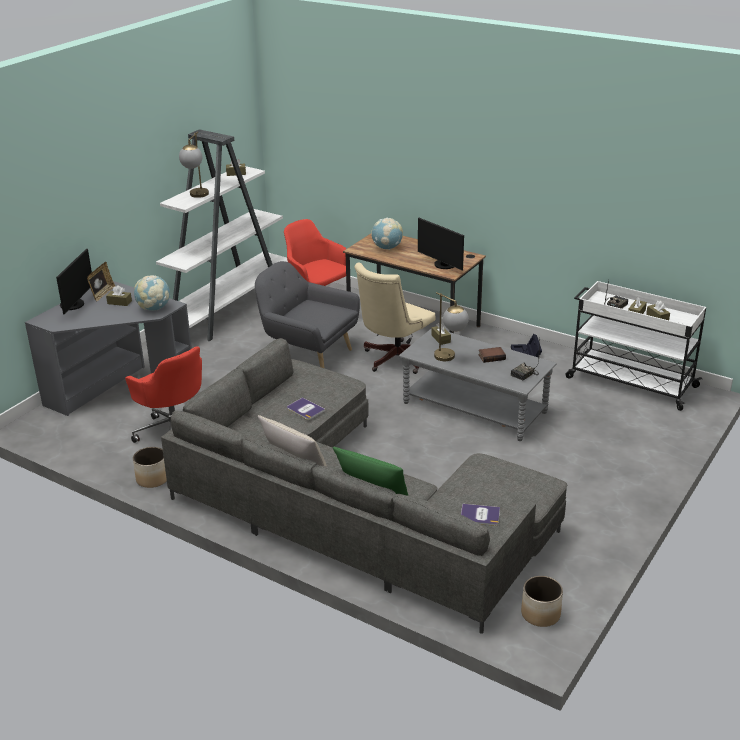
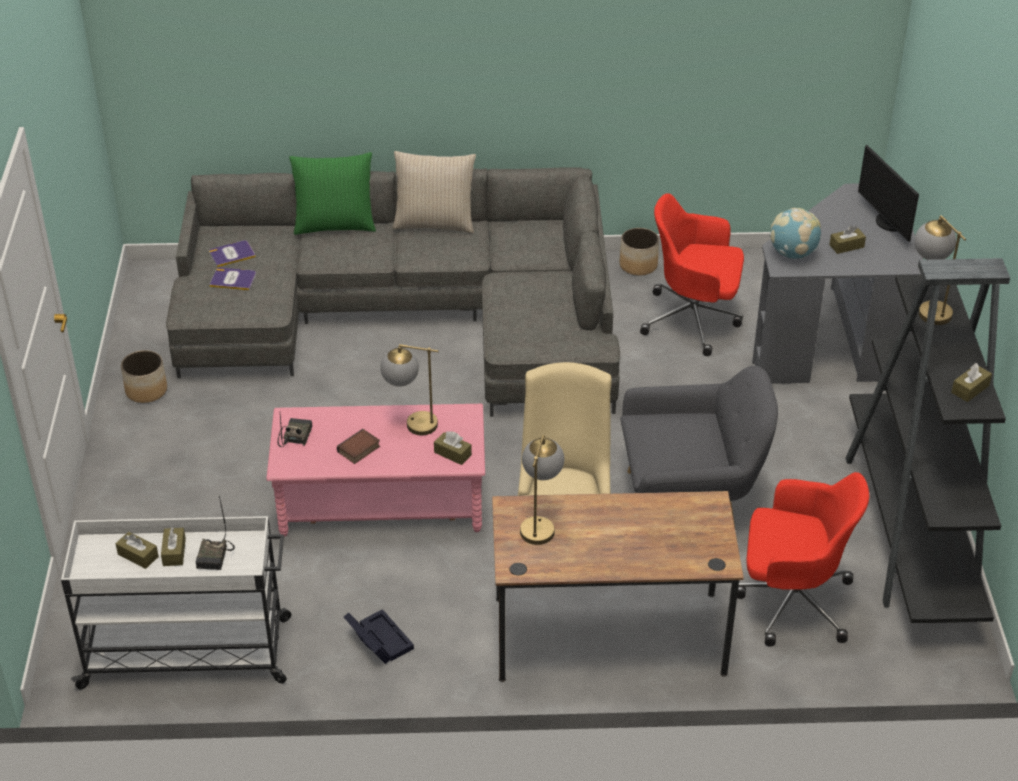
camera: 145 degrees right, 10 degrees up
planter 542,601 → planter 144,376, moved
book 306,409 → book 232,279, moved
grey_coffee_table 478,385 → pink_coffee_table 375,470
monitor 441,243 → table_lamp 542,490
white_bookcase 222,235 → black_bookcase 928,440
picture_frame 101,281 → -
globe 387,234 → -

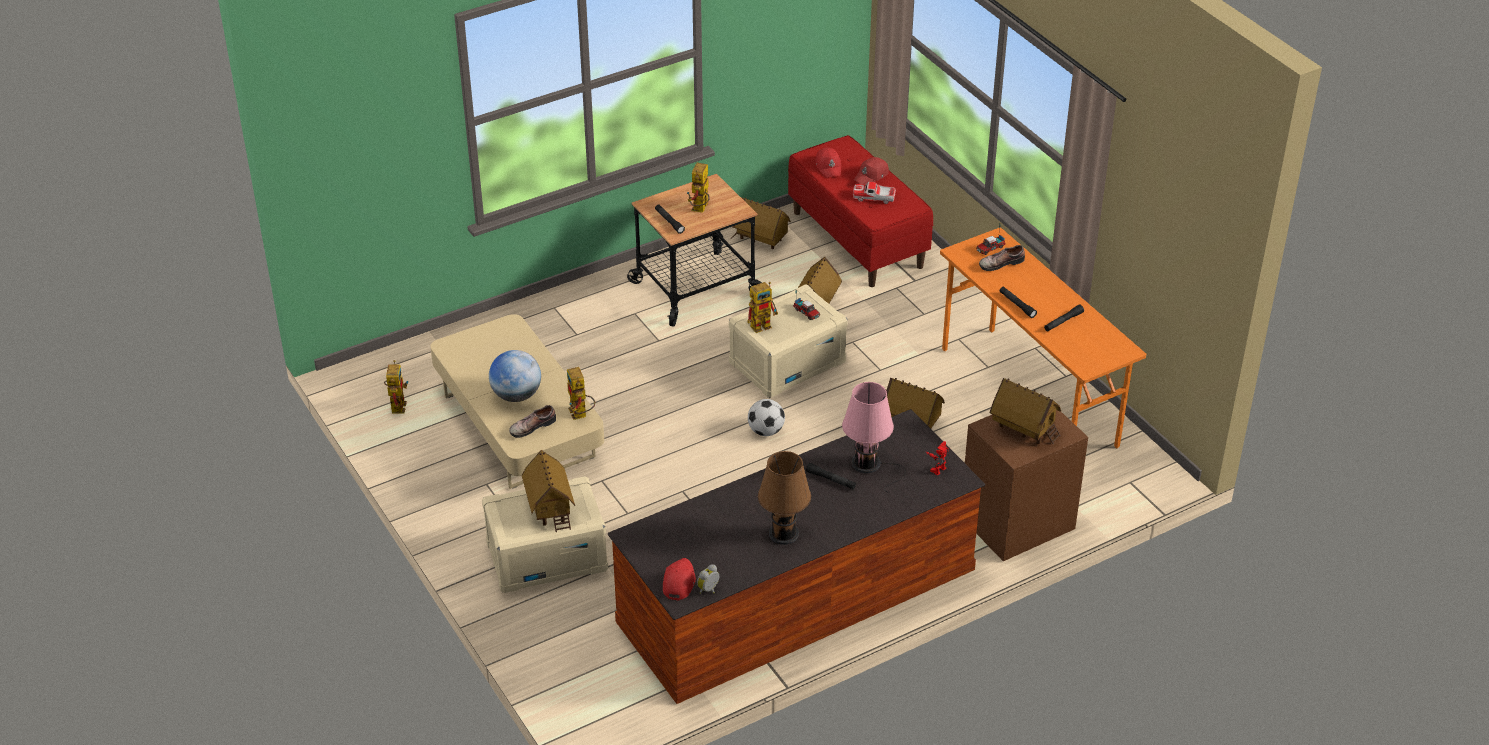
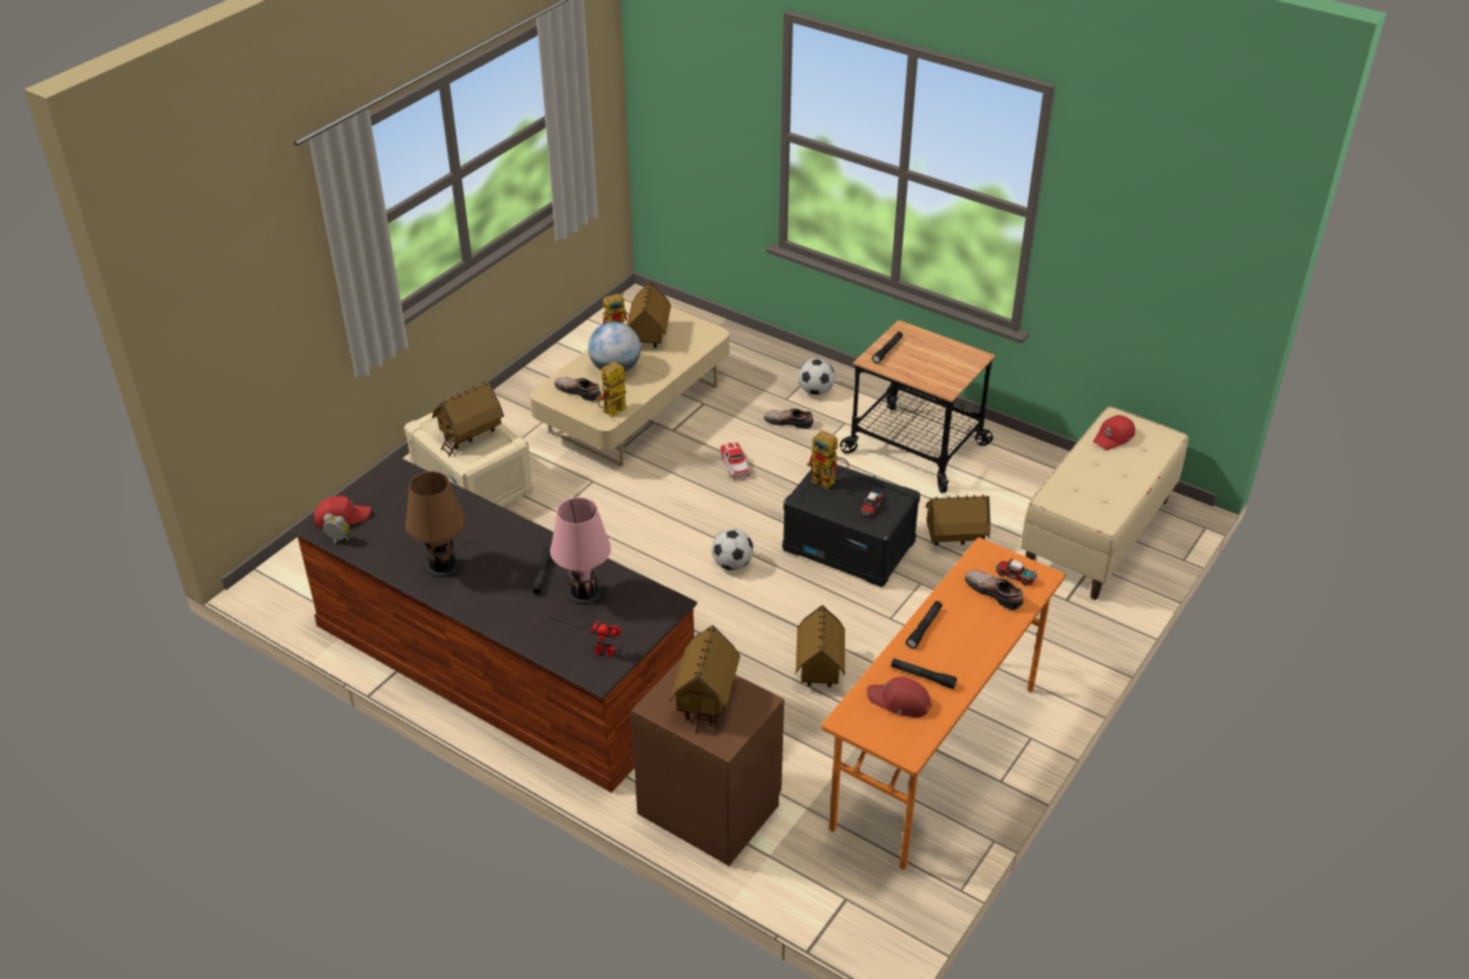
camera: 65 degrees right, 0 degrees up
toy_house 761,223 → toy_house 649,314, moved
toy_car 874,193 → toy_car 735,461, moved
- → shoe 788,418
beige_storage_box 788,341 → black_storage_box 851,526
- → football 816,376
red_cap 871,170 → red_cap 899,697, moved
red_bench 860,211 → beige_bench 1104,503
toy_robot 698,188 → -

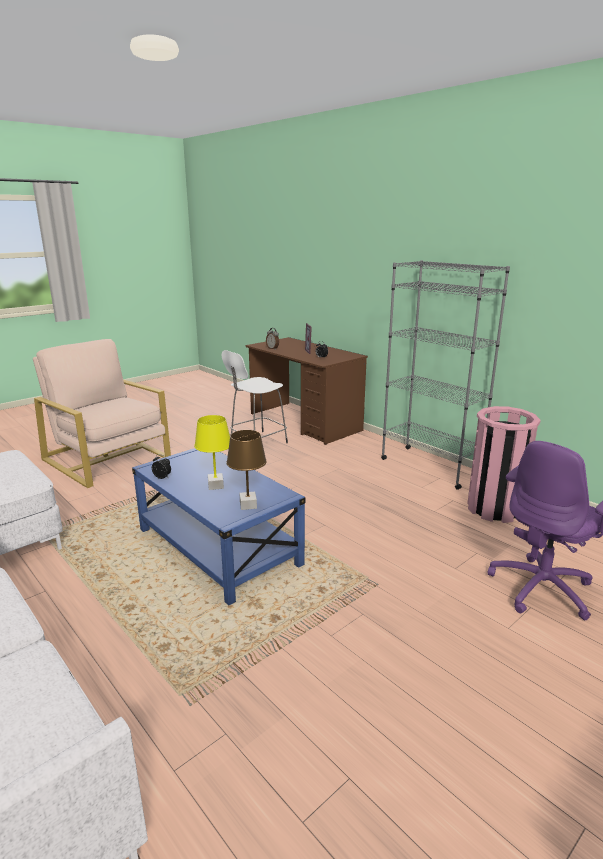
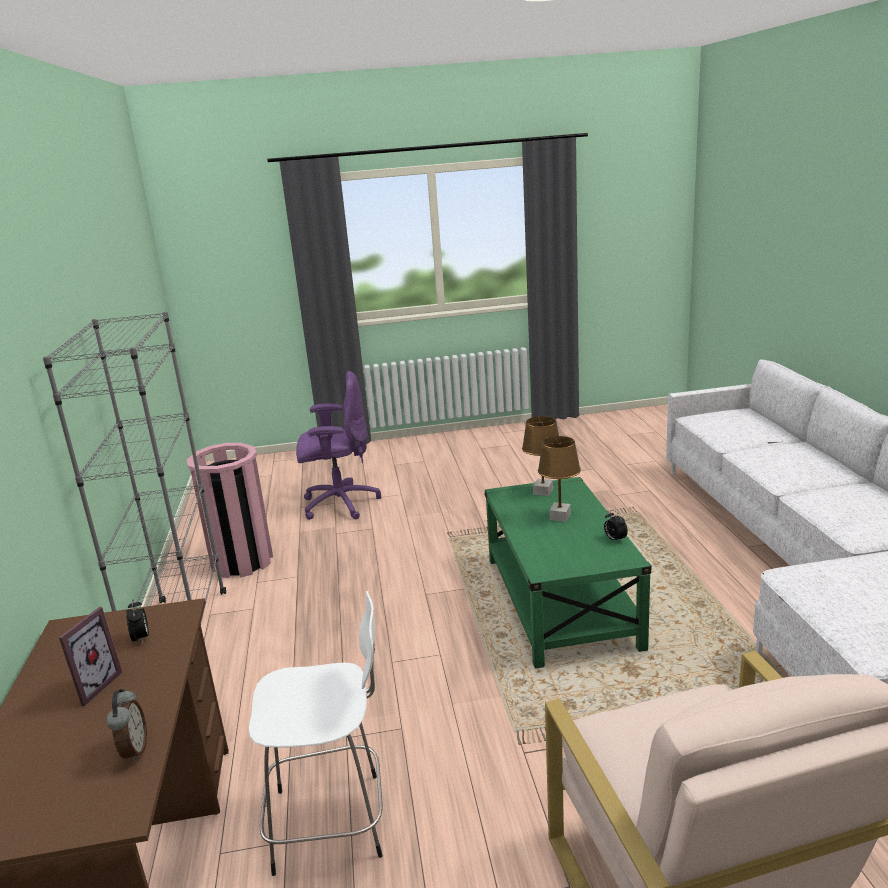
camera: 145 degrees left, 0 degrees up
blue_coffee_table 218,526 → green_coffee_table 567,573
yellow_table_lamp 212,452 → brown_table_lamp 559,479

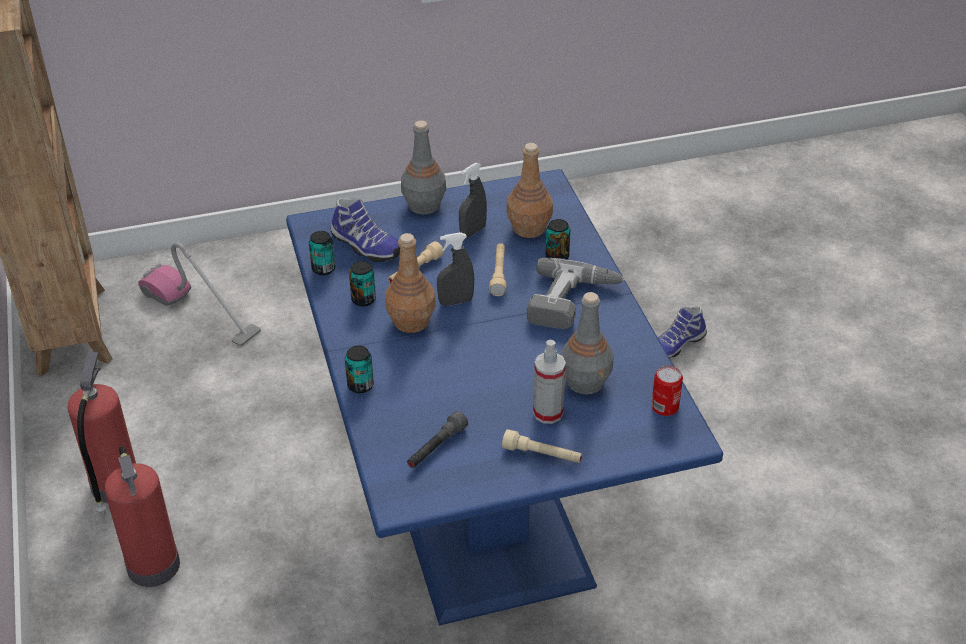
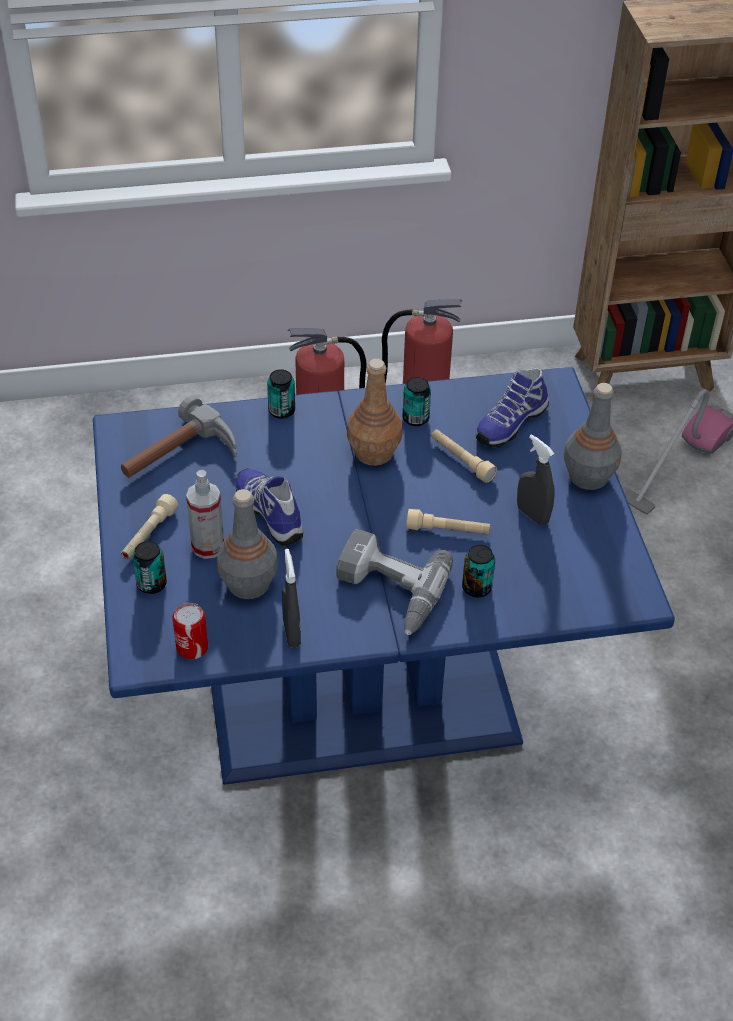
camera: 95 degrees right, 5 degrees up
grey_flashlight 437,439 → hammer 179,437
can 322,253 → can 150,567, moved
shoe 682,332 → shoe 269,507, moved
grey_spray_bottle 455,269 → grey_spray_bottle 291,598, moved
brown_bottle 529,190 → -

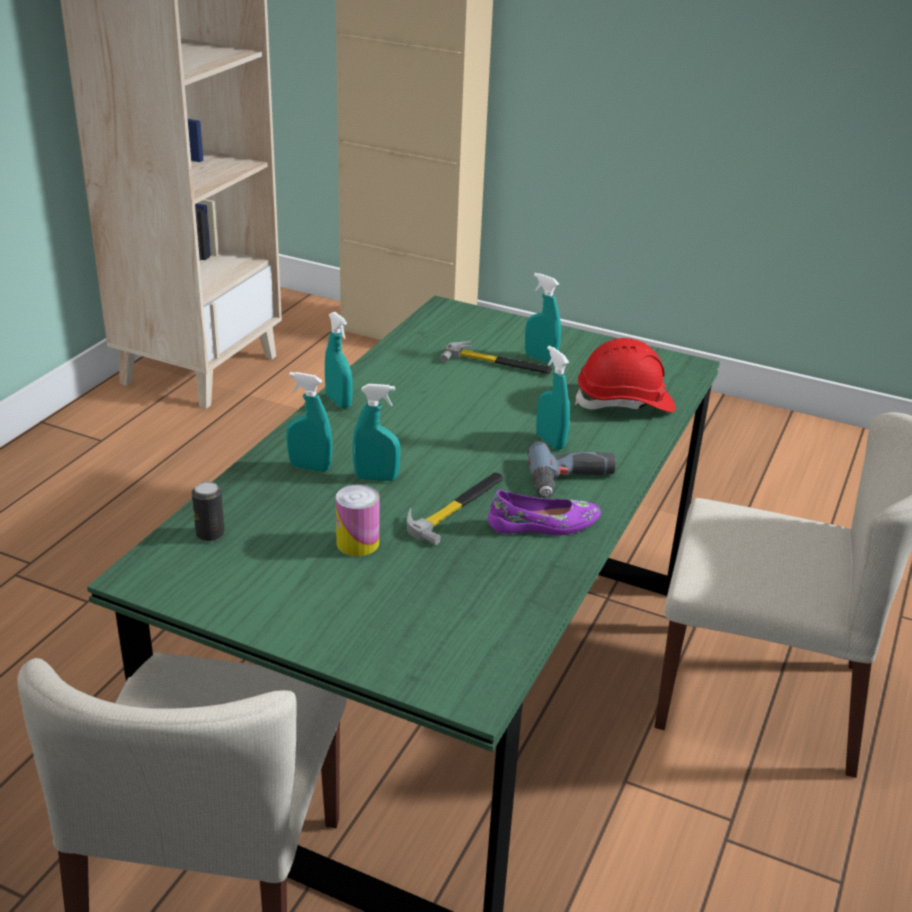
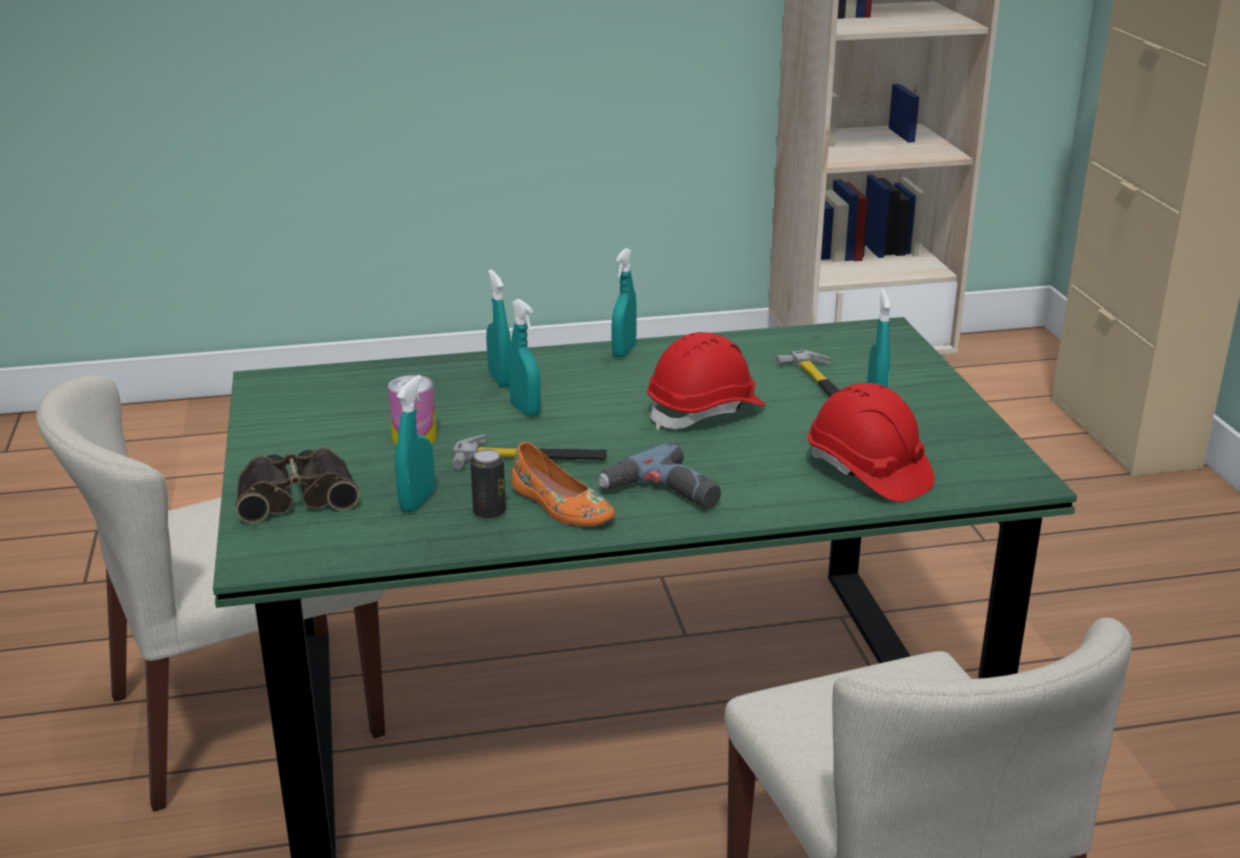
camera: 55 degrees right, 5 degrees down
- → binoculars 297,485
turquoise_spray_bottle 553,398 → turquoise_spray_bottle 415,443, moved
can 208,511 → can 488,484, moved
purple_shoe 544,513 → orange_shoe 563,484
- → red_hard_hat 706,381

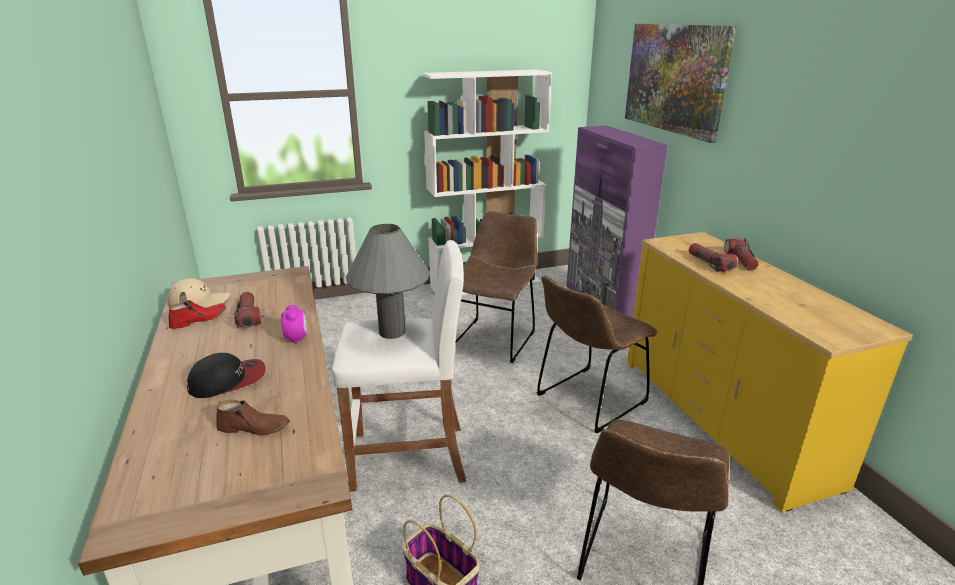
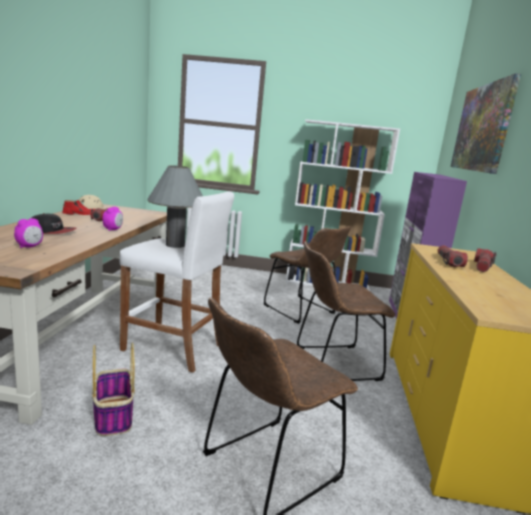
camera: 25 degrees right, 10 degrees down
brown_shoe 253,417 → alarm_clock 28,233
brown_chair 496,287 → brown_chair 307,275, 90 degrees clockwise

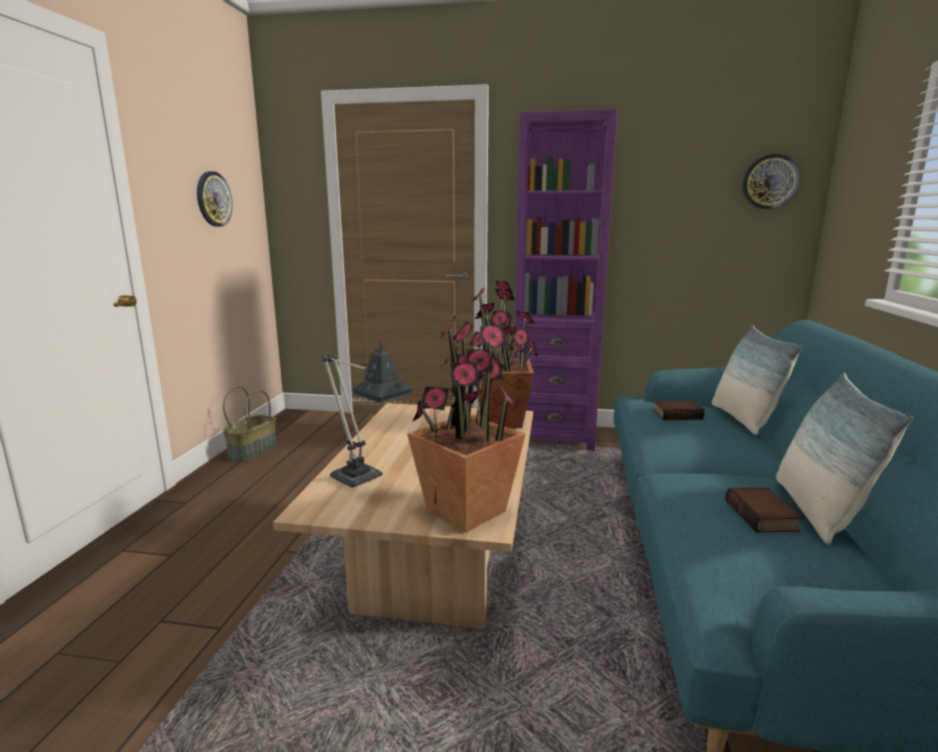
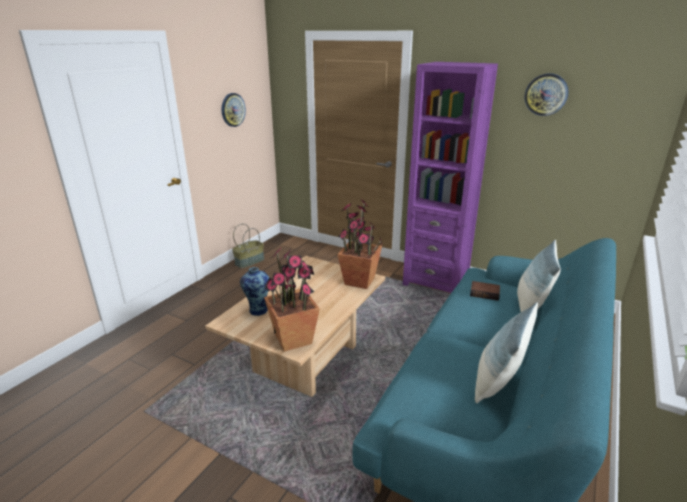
camera: 20 degrees right, 10 degrees up
table_lamp 367,413 → vase 255,291
wall_clock 771,181 → wall_clock 547,94, moved
book 764,510 → -

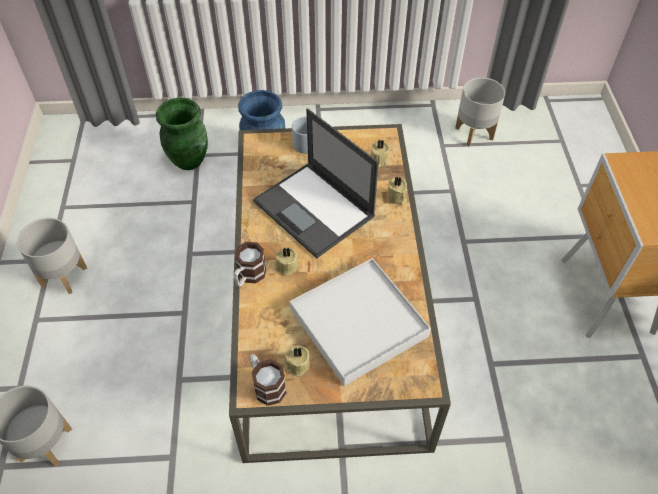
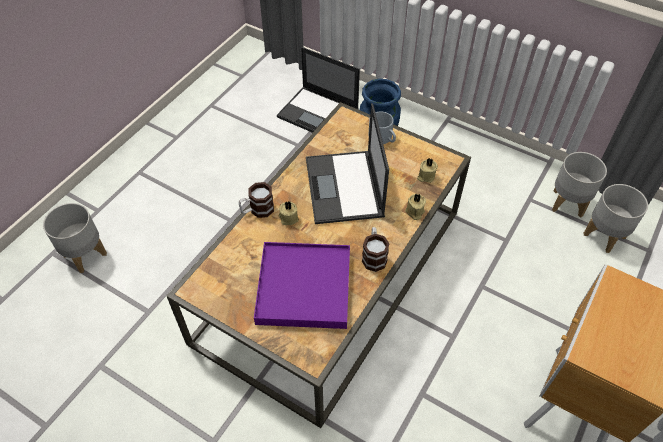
camera: 35 degrees right, 0 degrees up
white_tray 360,322 → purple_tray 302,285
green_vase 182,134 → laptop 318,90
mug 268,380 → mug 375,249, moved
grey_planter 52,256 → grey_planter 615,218, moved
beige_candle 297,361 → -

